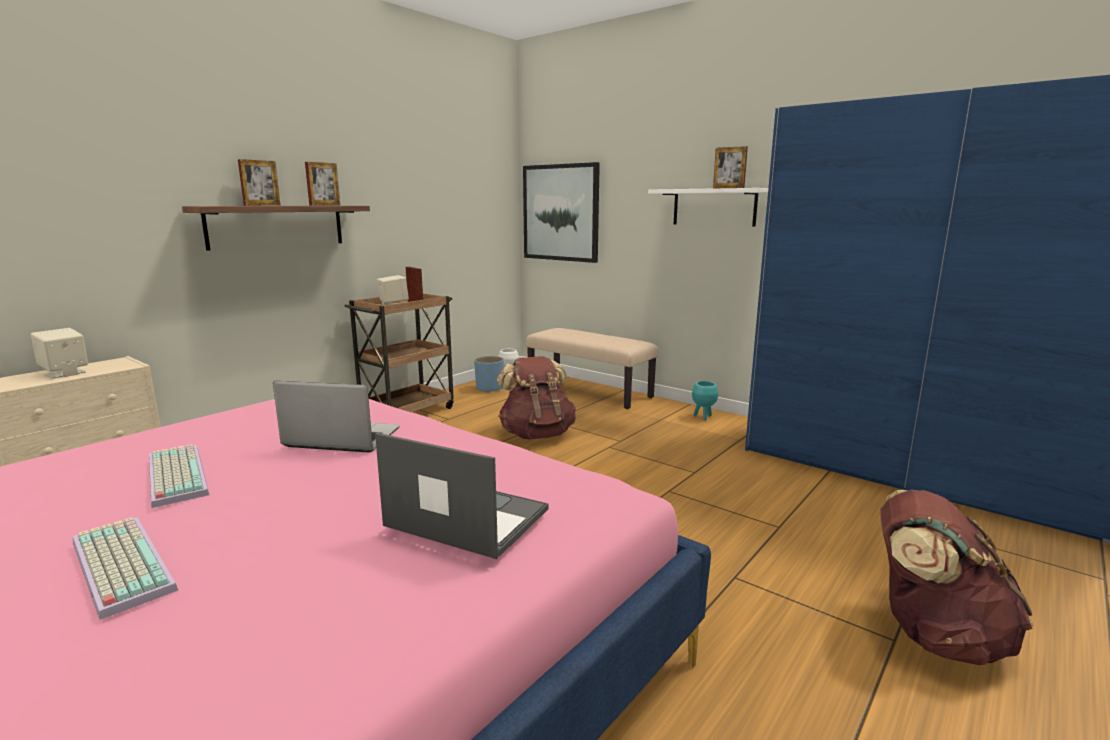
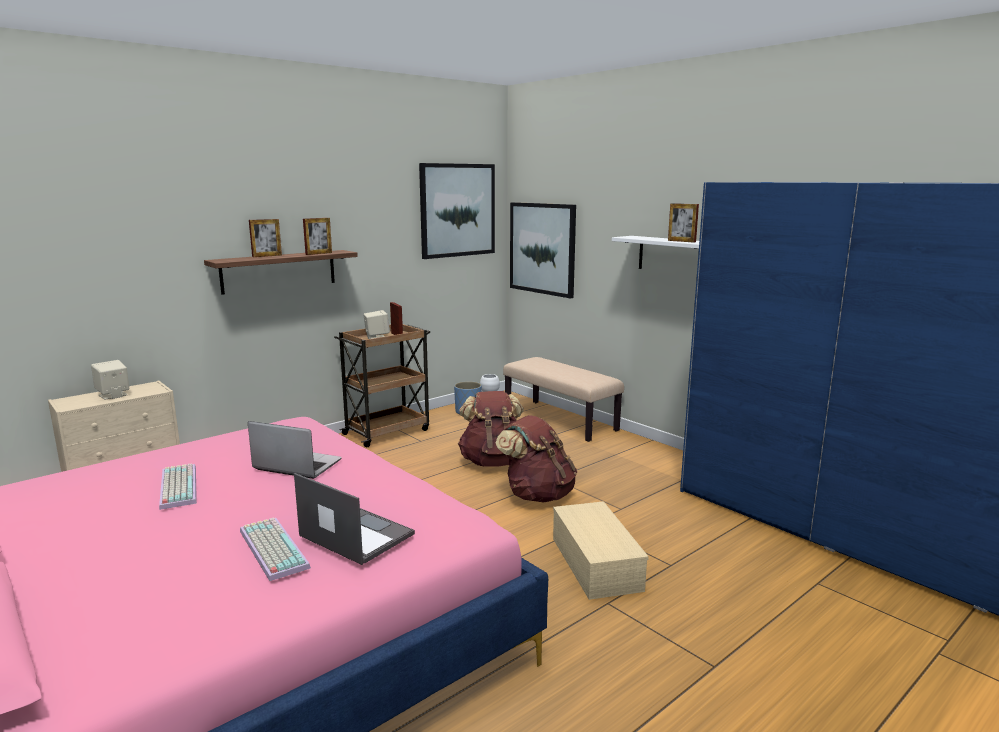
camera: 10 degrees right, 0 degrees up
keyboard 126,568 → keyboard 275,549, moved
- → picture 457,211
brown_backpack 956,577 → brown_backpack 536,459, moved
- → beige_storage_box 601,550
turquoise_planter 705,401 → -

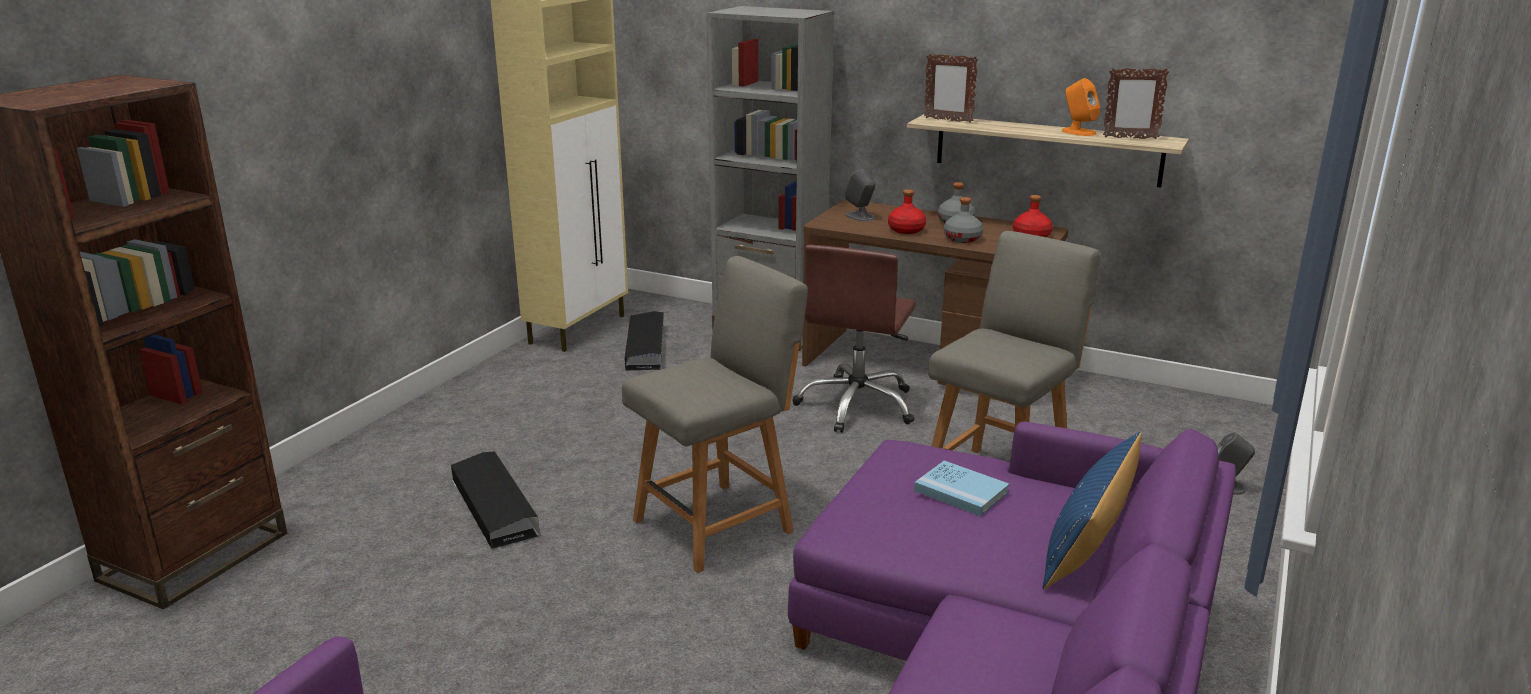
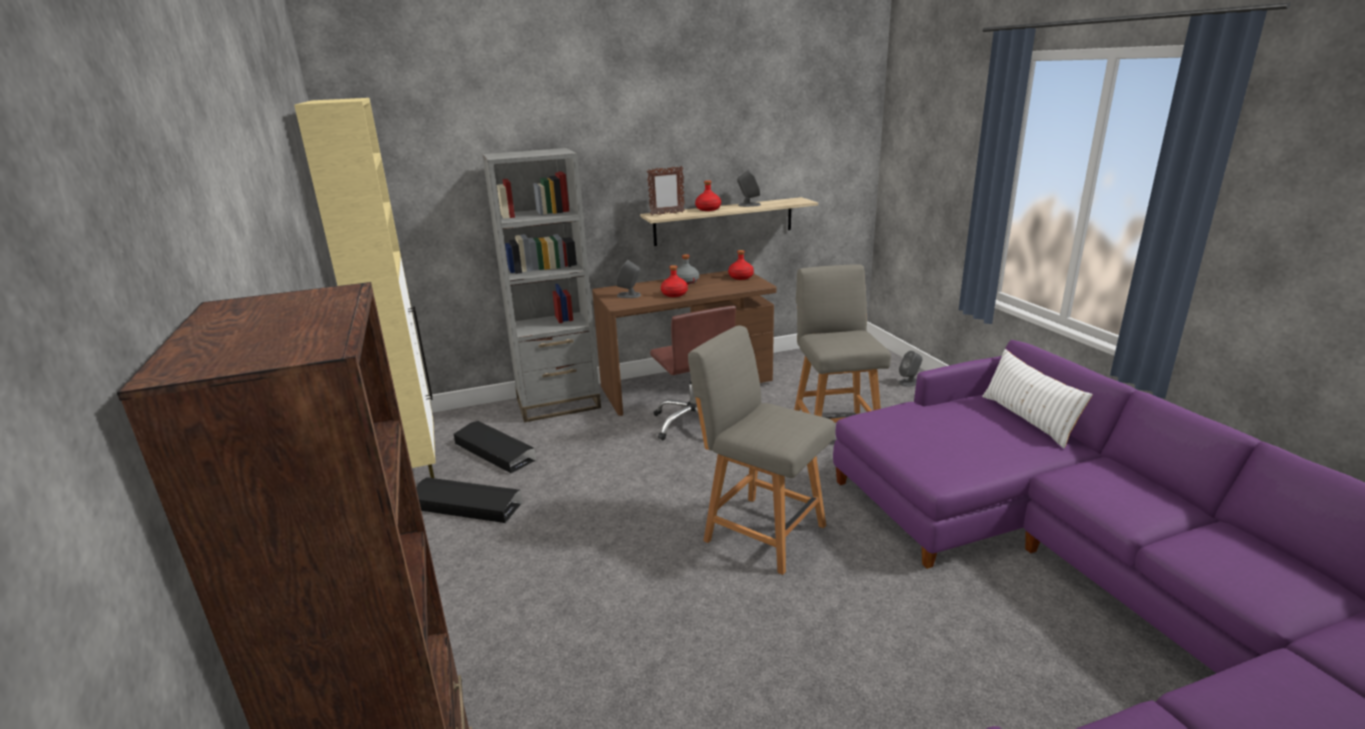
camera: 45 degrees left, 0 degrees up
black_storage_box 495,500 → black_storage_box 469,500, moved
grey_chair 715,414 → grey_chair 761,450, 60 degrees counterclockwise
- → red_bottle 708,195
orange_speaker 1080,107 → grey_speaker 749,188
blue_pillow 1092,510 → white_pillow 1037,398
blue_book 961,488 → -
grey_bottle 963,220 → -
picture_frame 1136,103 → -

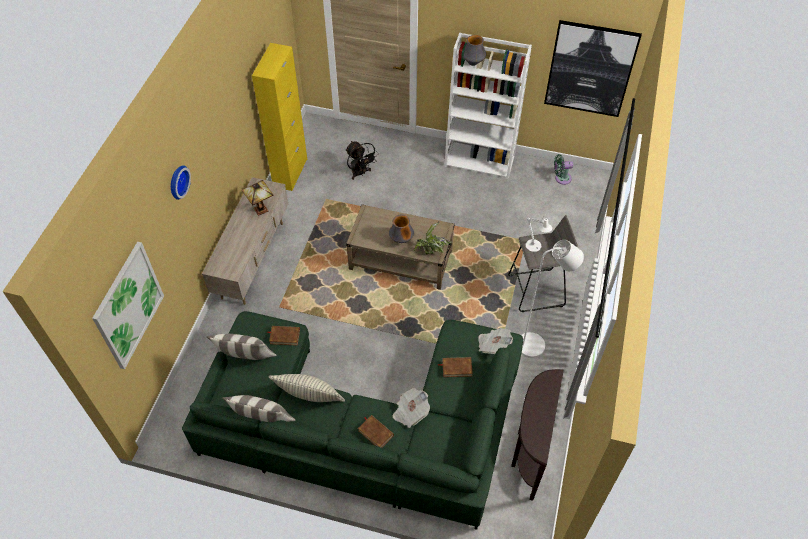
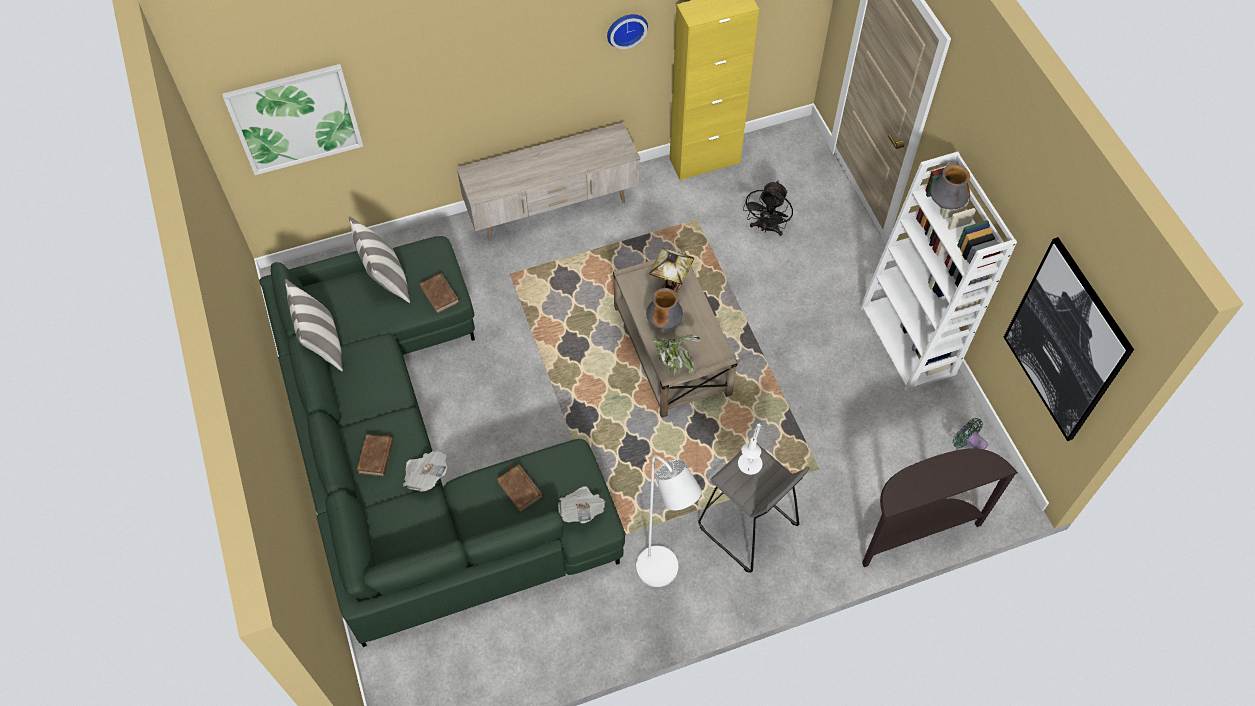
camera: 55 degrees right, 5 degrees up
wall_clock 181,182 → wall_clock 627,31, moved
table_lamp 258,198 → table_lamp 671,270, moved
brown_console_table 537,435 → brown_console_table 940,508, moved
pillow 307,388 → -

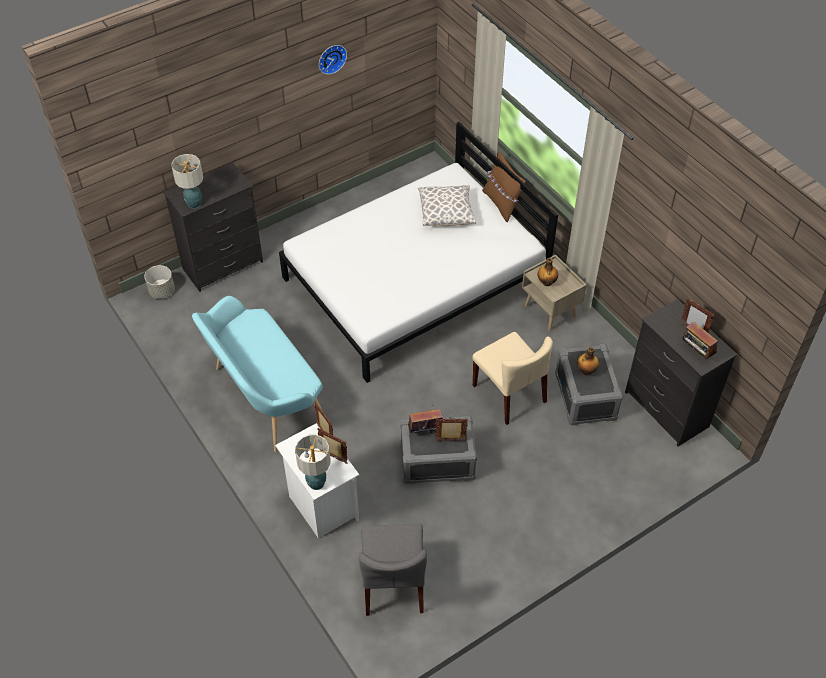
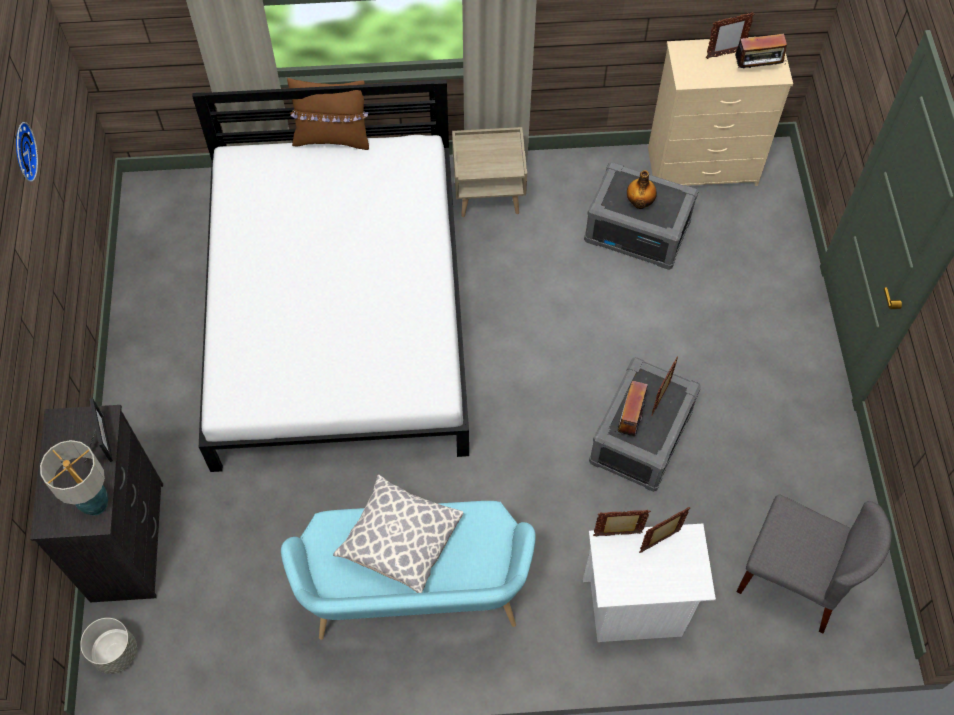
camera: 60 degrees left, 10 degrees up
- → picture_frame 99,430
pillow 447,205 → pillow 398,534, moved
black_dresser 681,373 → beige_dresser 720,111
table_lamp 312,462 → -
beige_chair 513,378 → -
bottle 547,272 → -

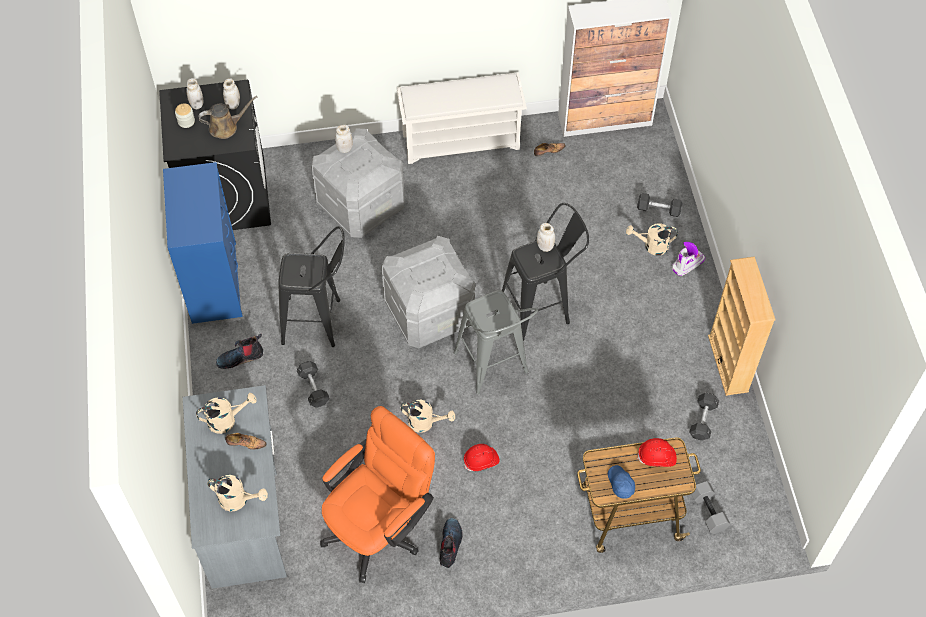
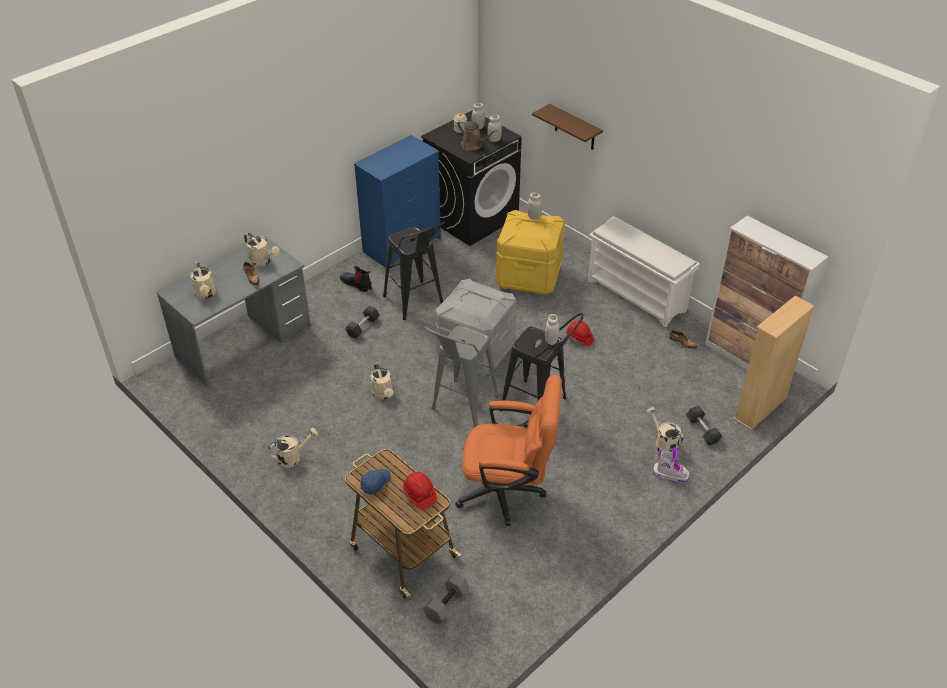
camera: 55 degrees right, 15 degrees down
boot 451,543 → beige_watering_can 293,448
orange_office_chair 377,494 → orange_office_chair 508,450, moved
grey_storage_box 358,183 → yellow_storage_box 530,252
- → brown_shelf 567,127
red_hard_hat 482,457 → red_hard_hat 580,333, moved
beige_bookcase 742,326 → beige_bookcase 774,362, moved
grey_dumbbell 704,417 → -

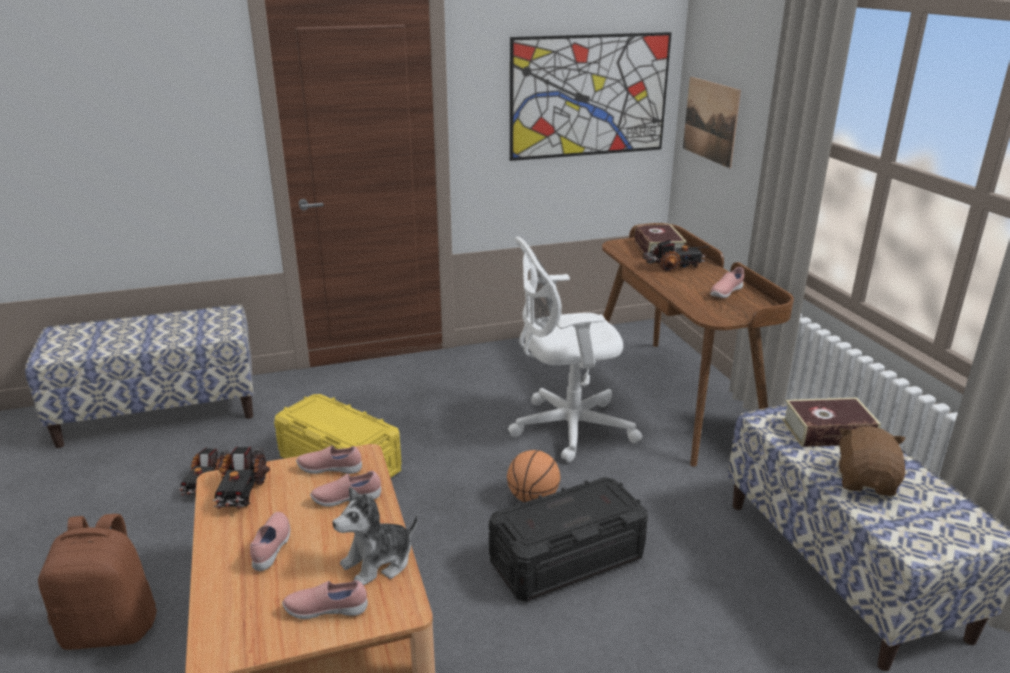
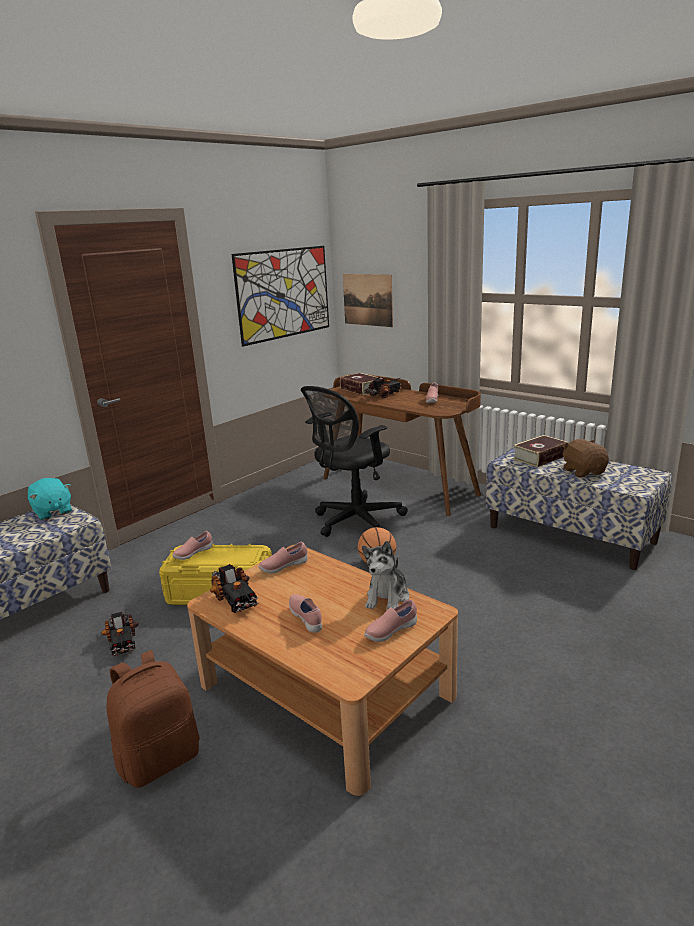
camera: 30 degrees left, 5 degrees down
- → turquoise_plush_toy 50,499
pink_shoe 345,489 → pink_shoe 192,545, moved
white_office_chair 575,350 → black_office_chair 354,461
black_storage_box 568,539 → -

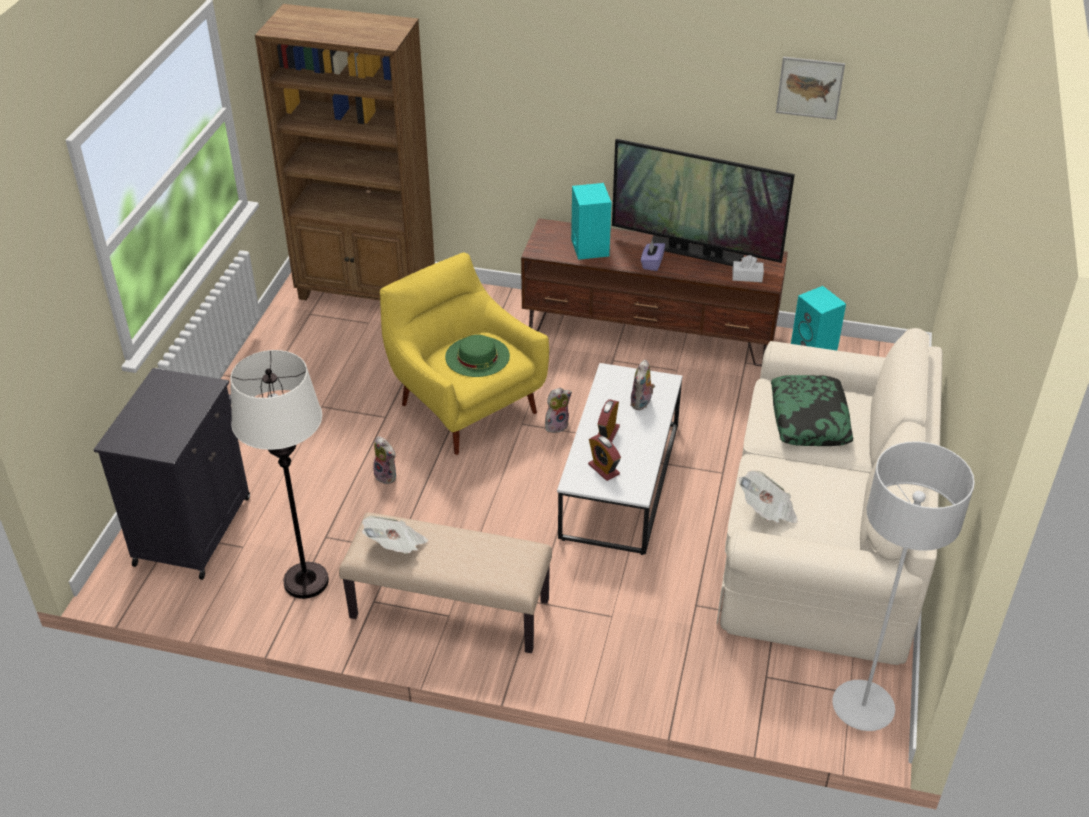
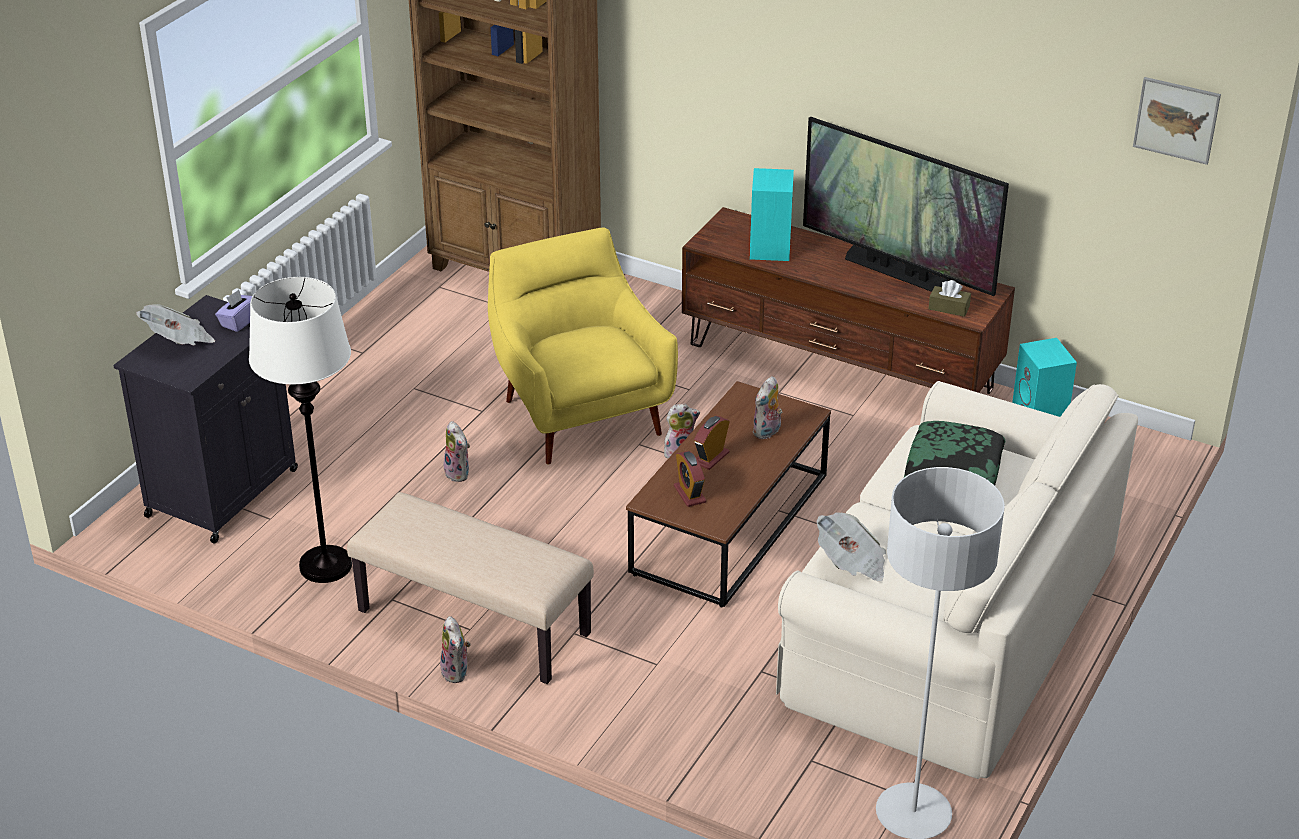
camera: 15 degrees right, 5 degrees down
newspaper 394,535 → newspaper 175,324, moved
purple_tissue_box 653,255 → purple_tissue_box 233,311, moved
- → plush_toy 455,649
white_coffee_table 619,459 → brown_coffee_table 728,494
white_tissue_box 748,268 → brown_tissue_box 950,298
picture 810,88 → picture 1177,121, moved
green_hat 477,356 → -

